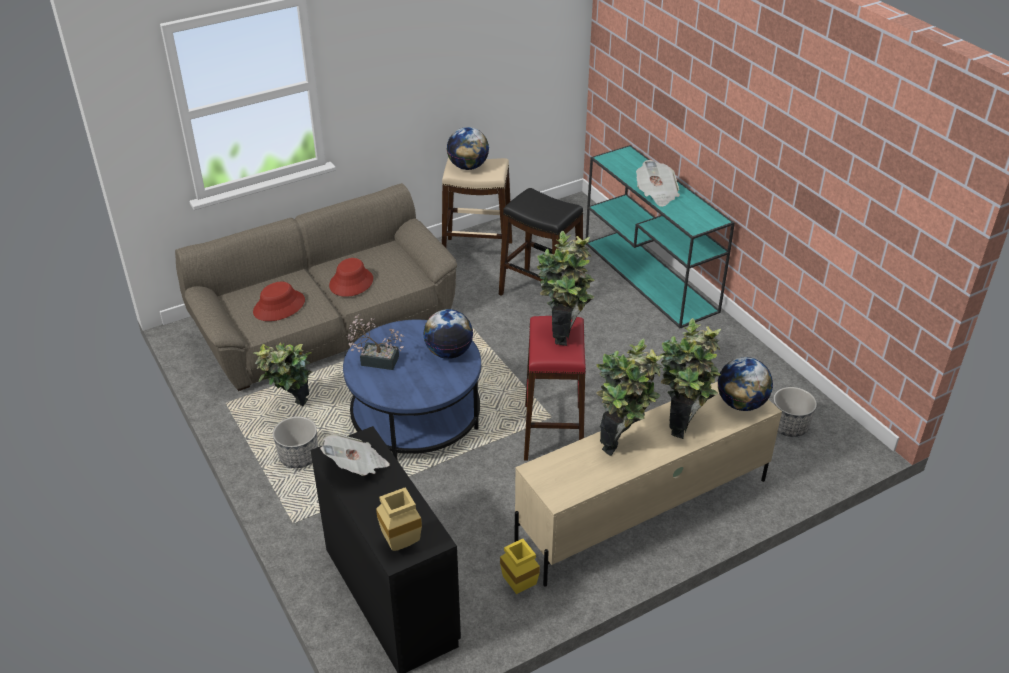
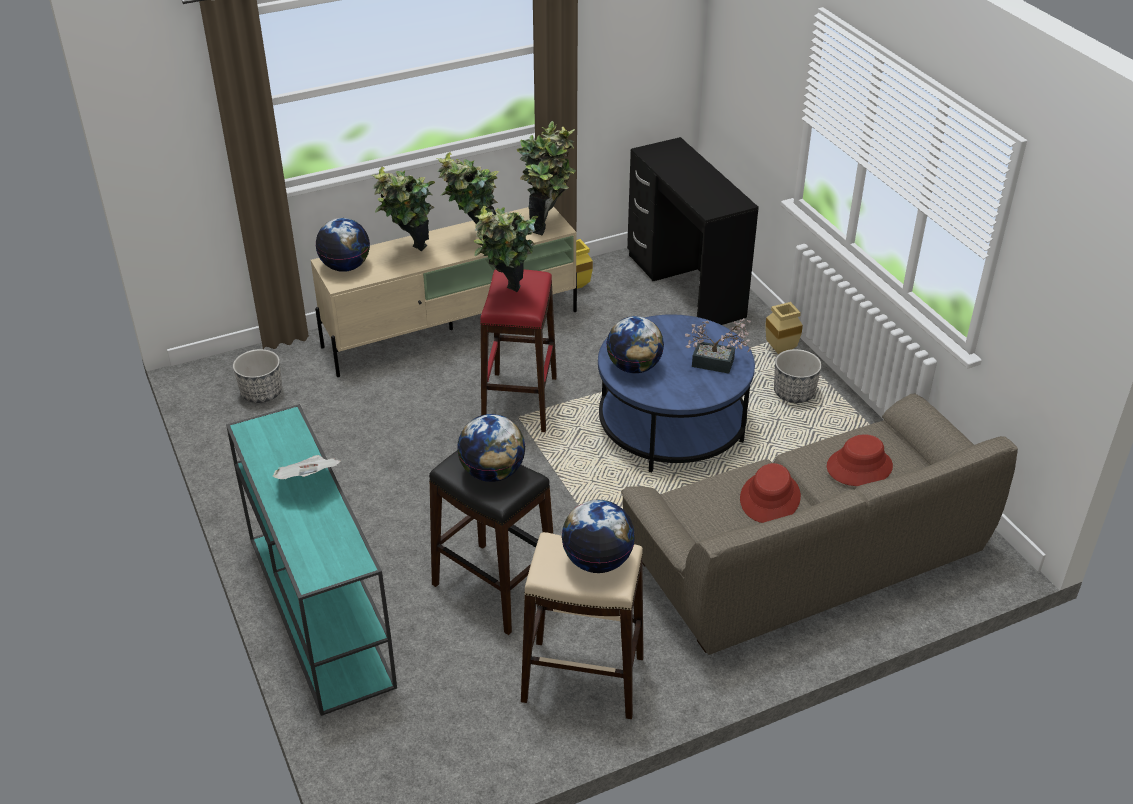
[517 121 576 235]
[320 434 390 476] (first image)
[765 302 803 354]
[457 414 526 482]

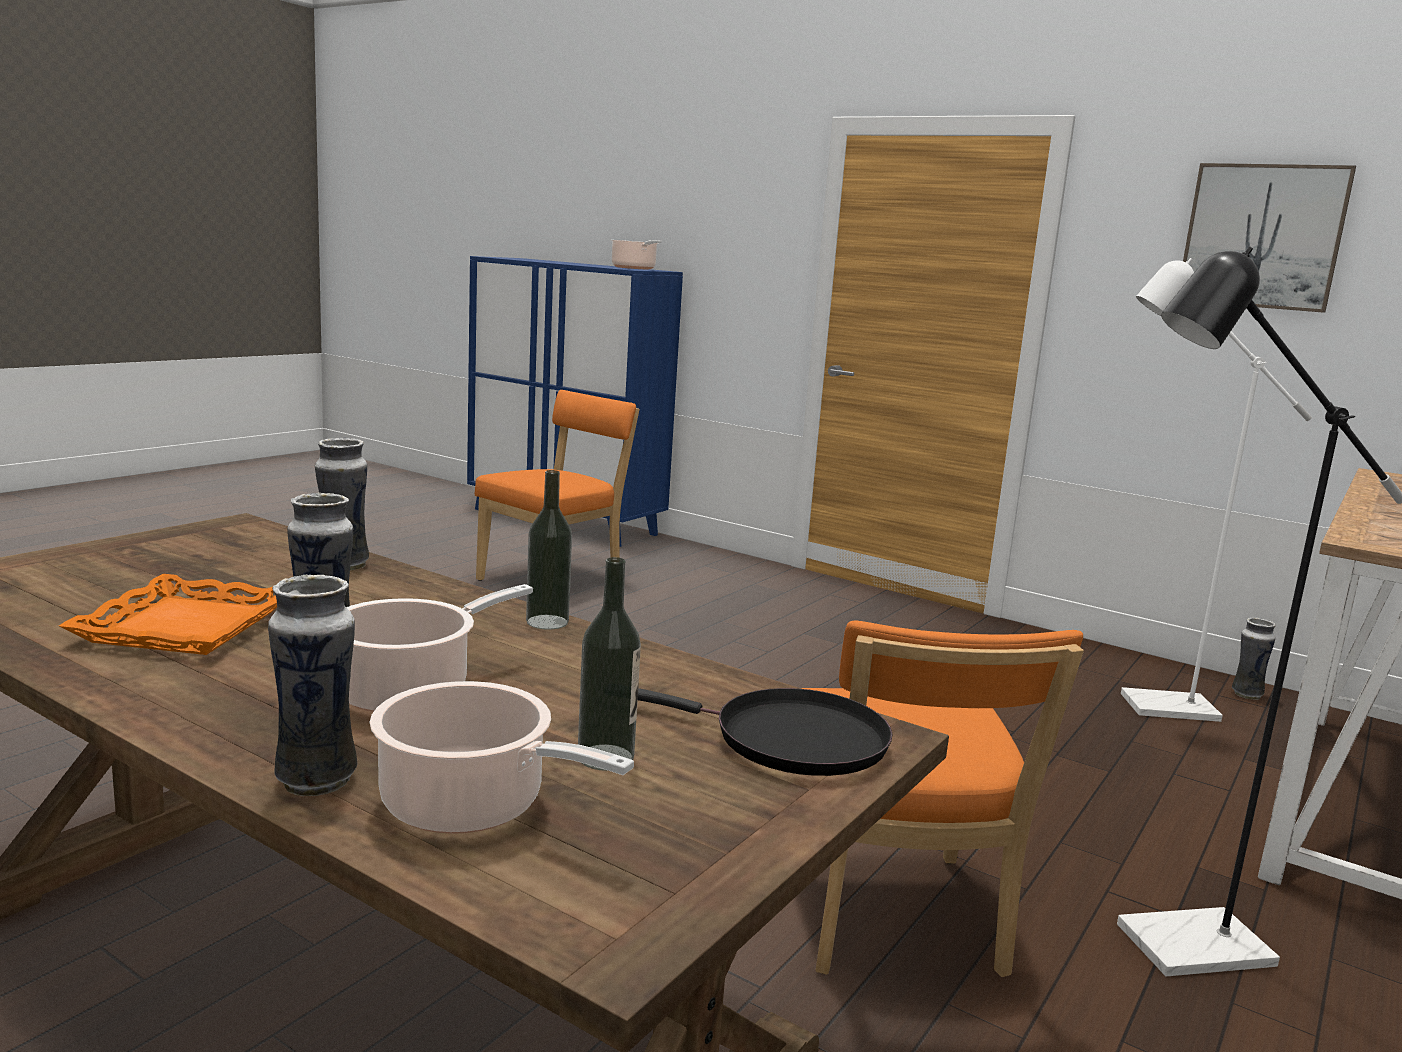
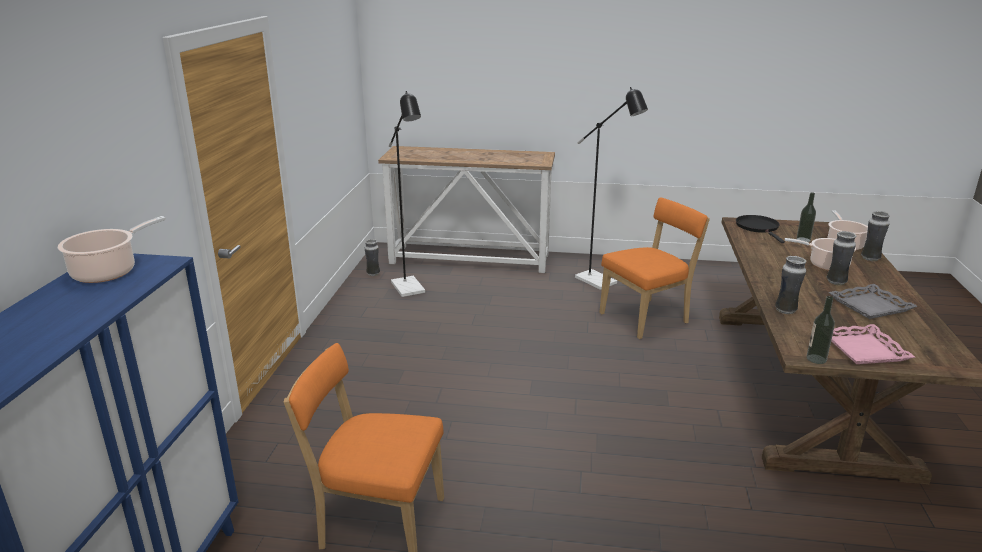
[1183 163 1356 313] (first image)
[389 91 425 297]
[807 296 835 364]
[828 284 918 319]
[831 324 915 364]

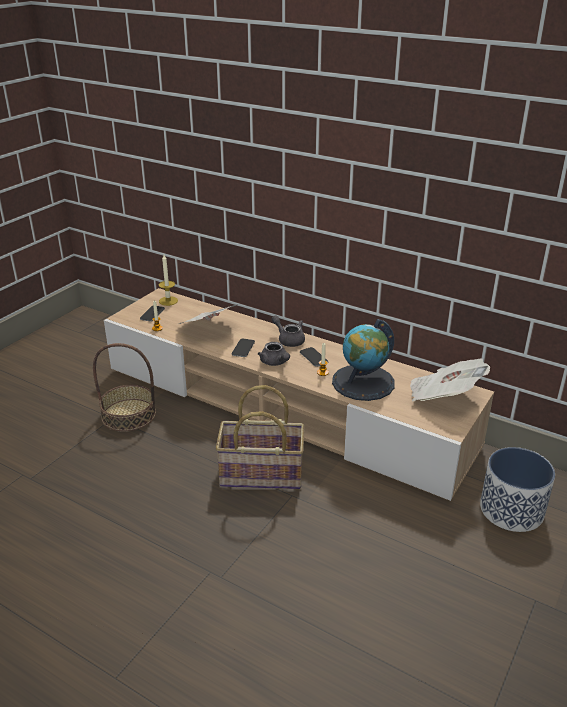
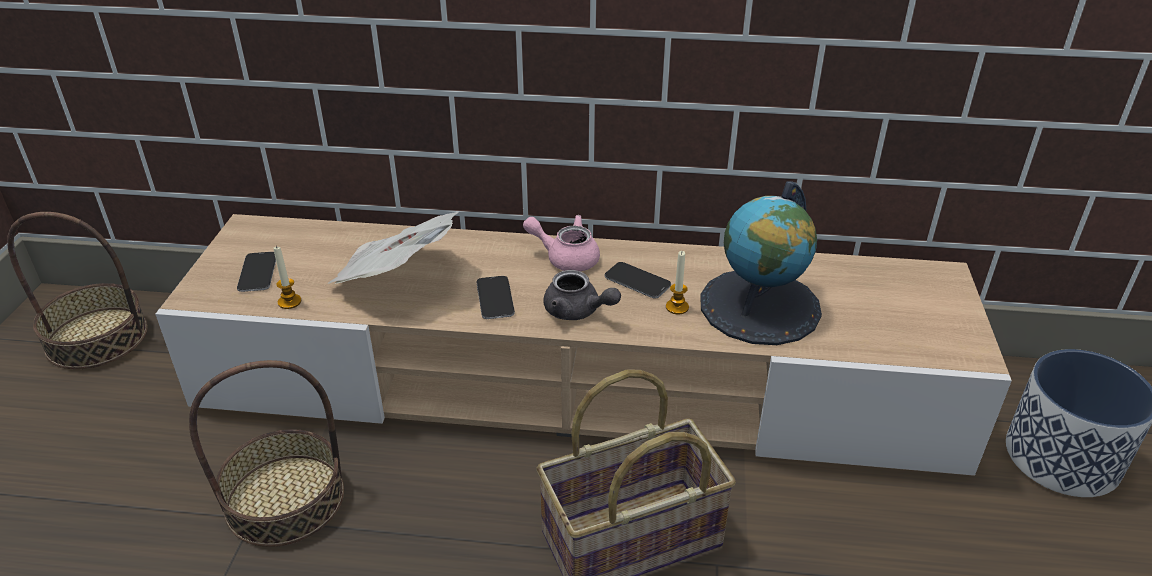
[159 255 178 306] (first image)
[523 215 600 271]
[410 359 490 401] (first image)
[7 212 148 369]

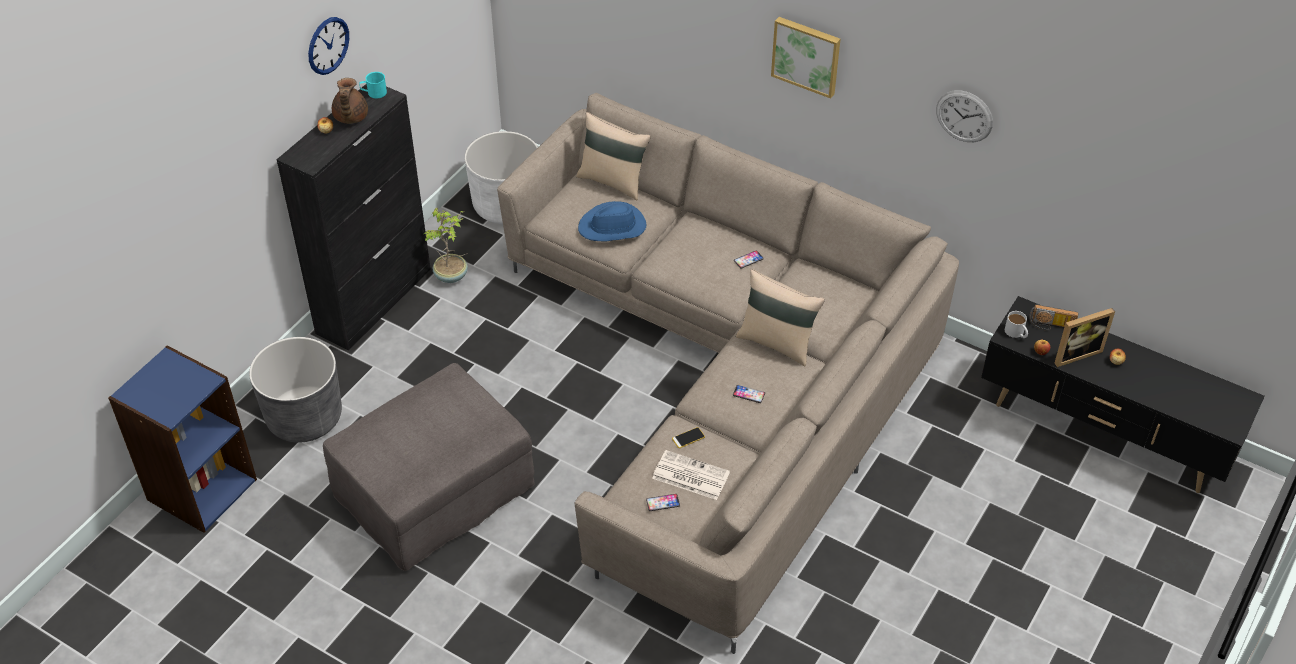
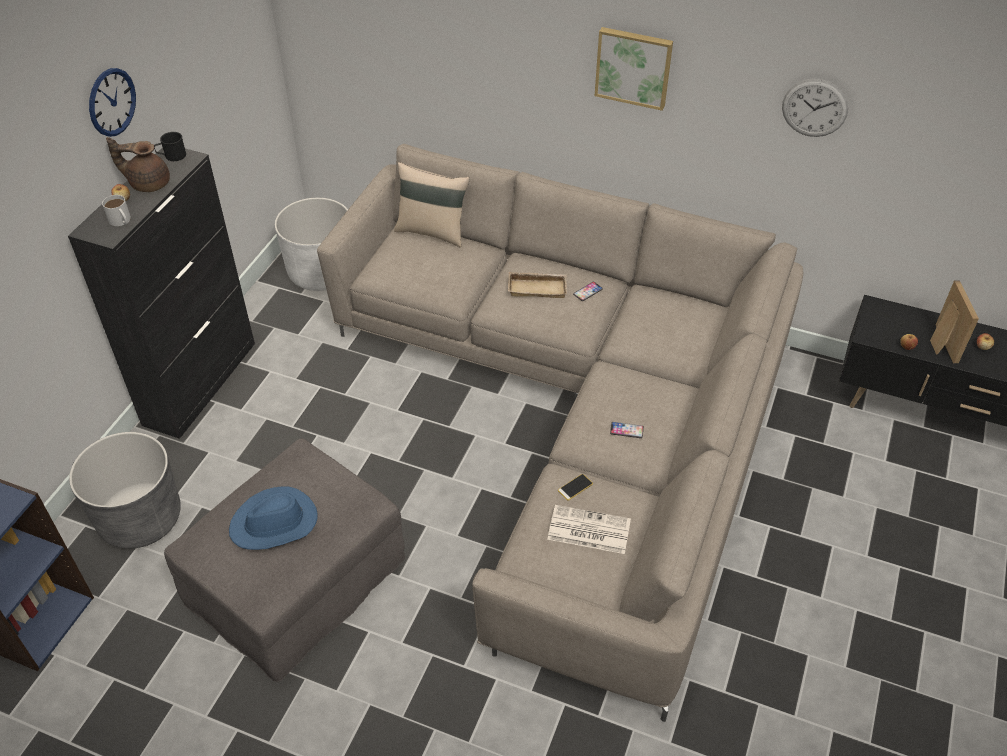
[154 132 186 161]
[106 137 170 192]
[229 487 318 550]
[424 207 468 283] (first image)
[736 269 825 367] (first image)
[1029 305 1078 331] (first image)
[930 280 979 363]
[102 195 131 226]
[646 494 680 511] (first image)
[508 272 567 298]

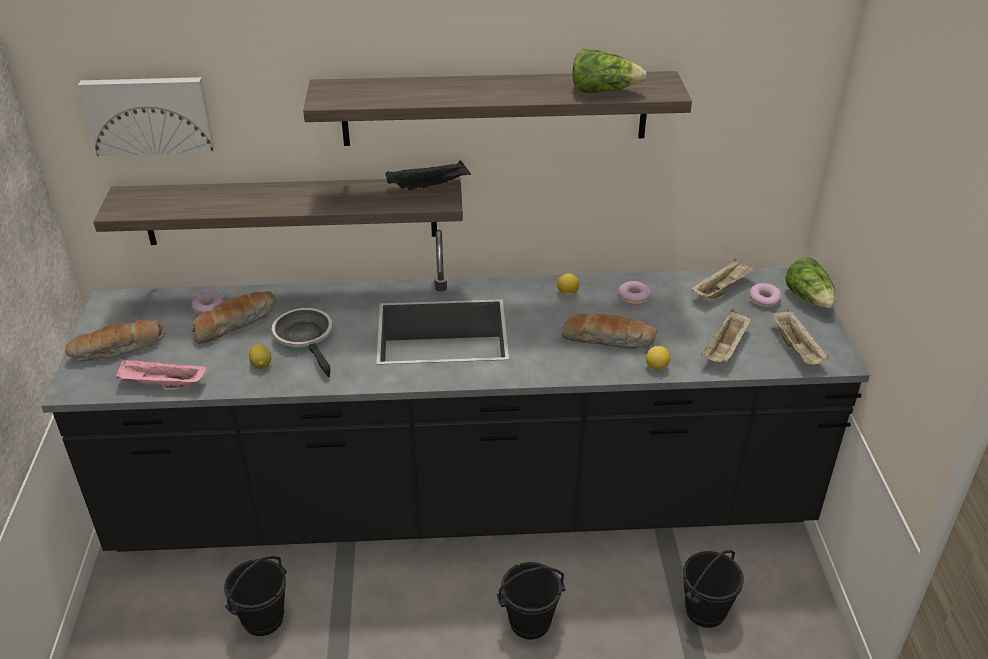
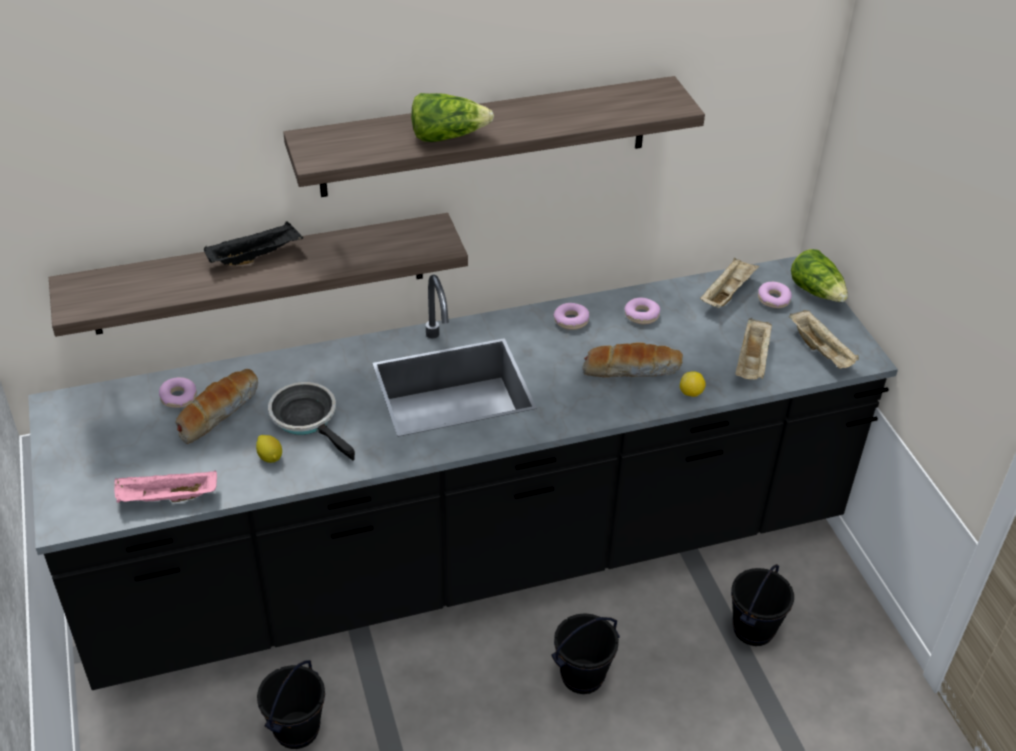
[411 93 494 142]
[78 77 215 156] (first image)
[204 221 303 266]
[553 303 589 330]
[65 319 165 361] (first image)

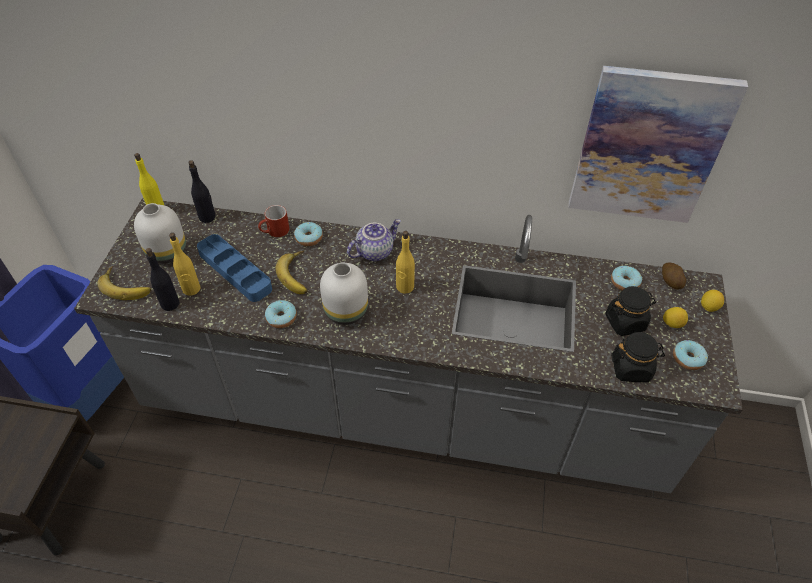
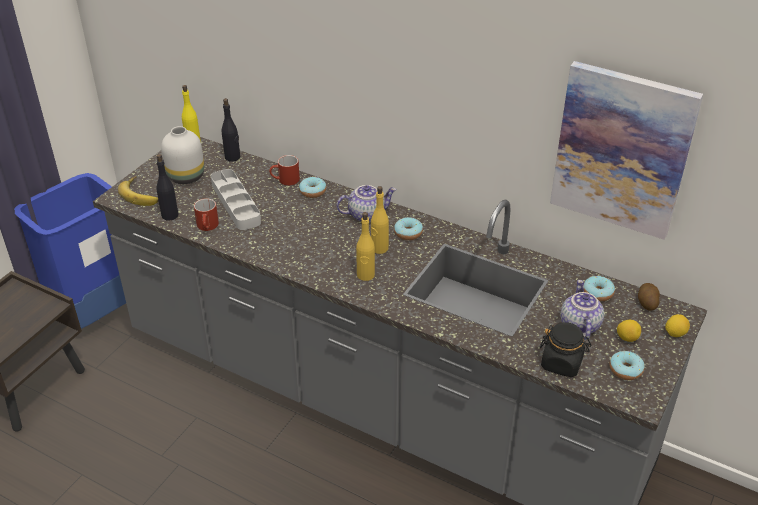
[356 212 375 281]
[211 169 261 230]
[276 251 307 294] (first image)
[320 263 368 325] (first image)
[561 280 604 340]
[394 217 423 240]
[194 198 219 231]

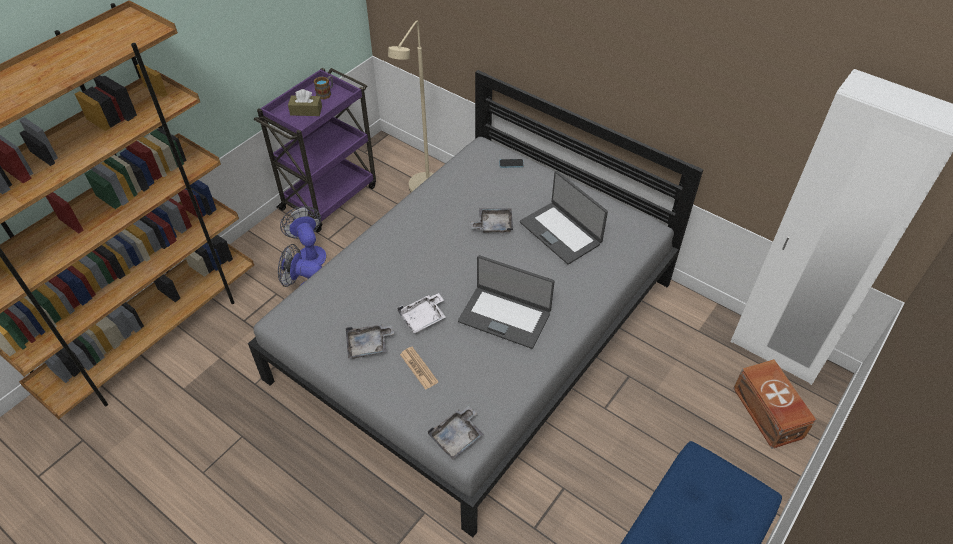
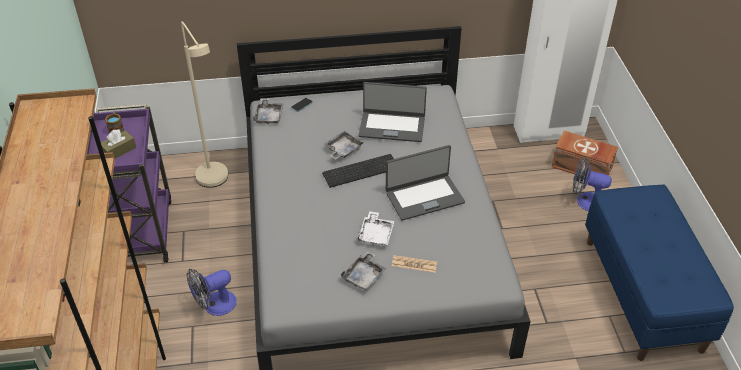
[573 157 612 211]
[253 98 283 124]
[322 154 394 188]

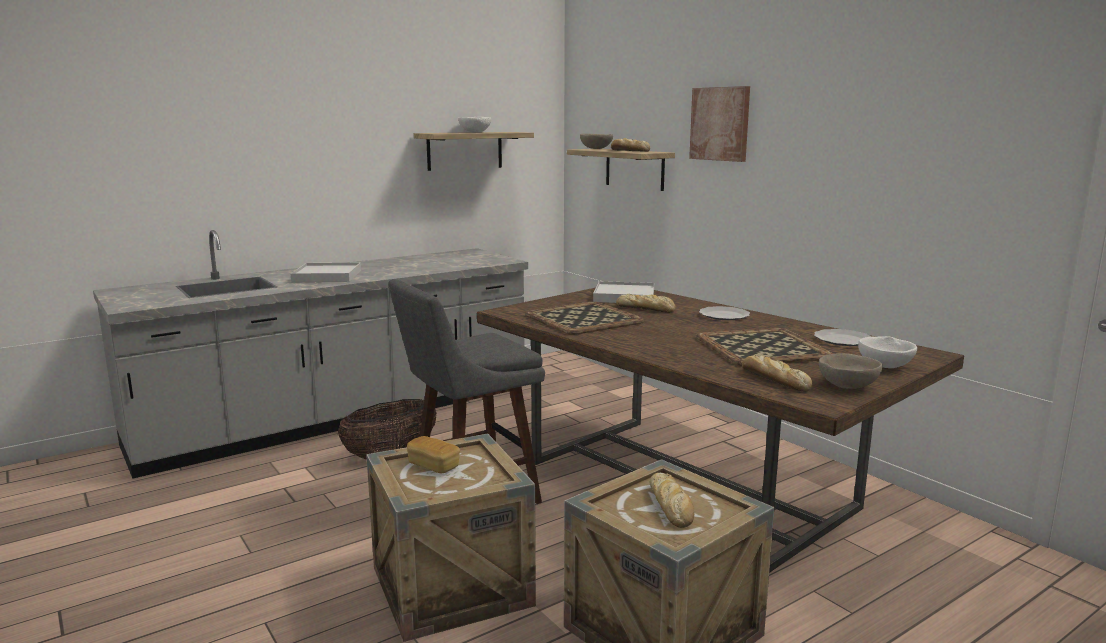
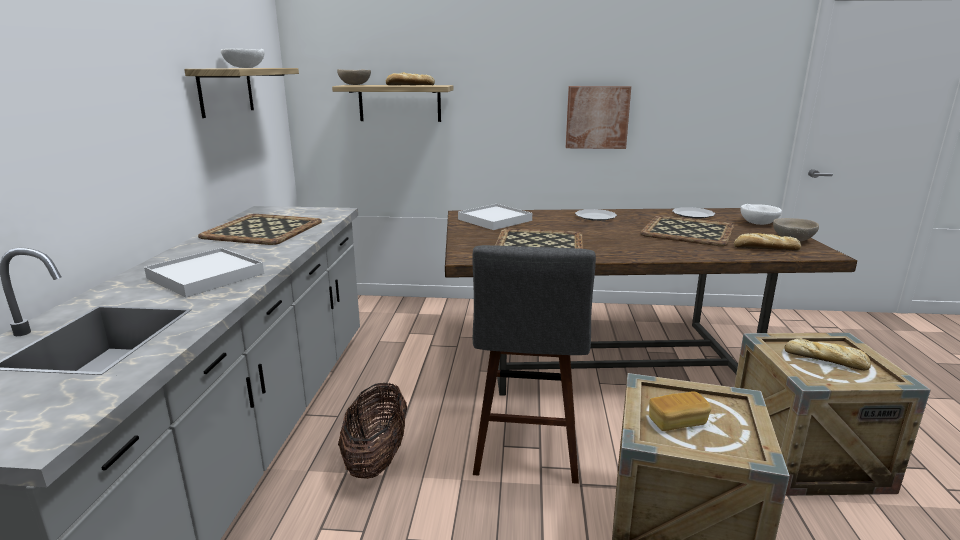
[566 86 631 149]
[616 294 675 313] (first image)
[198 214 322 245]

